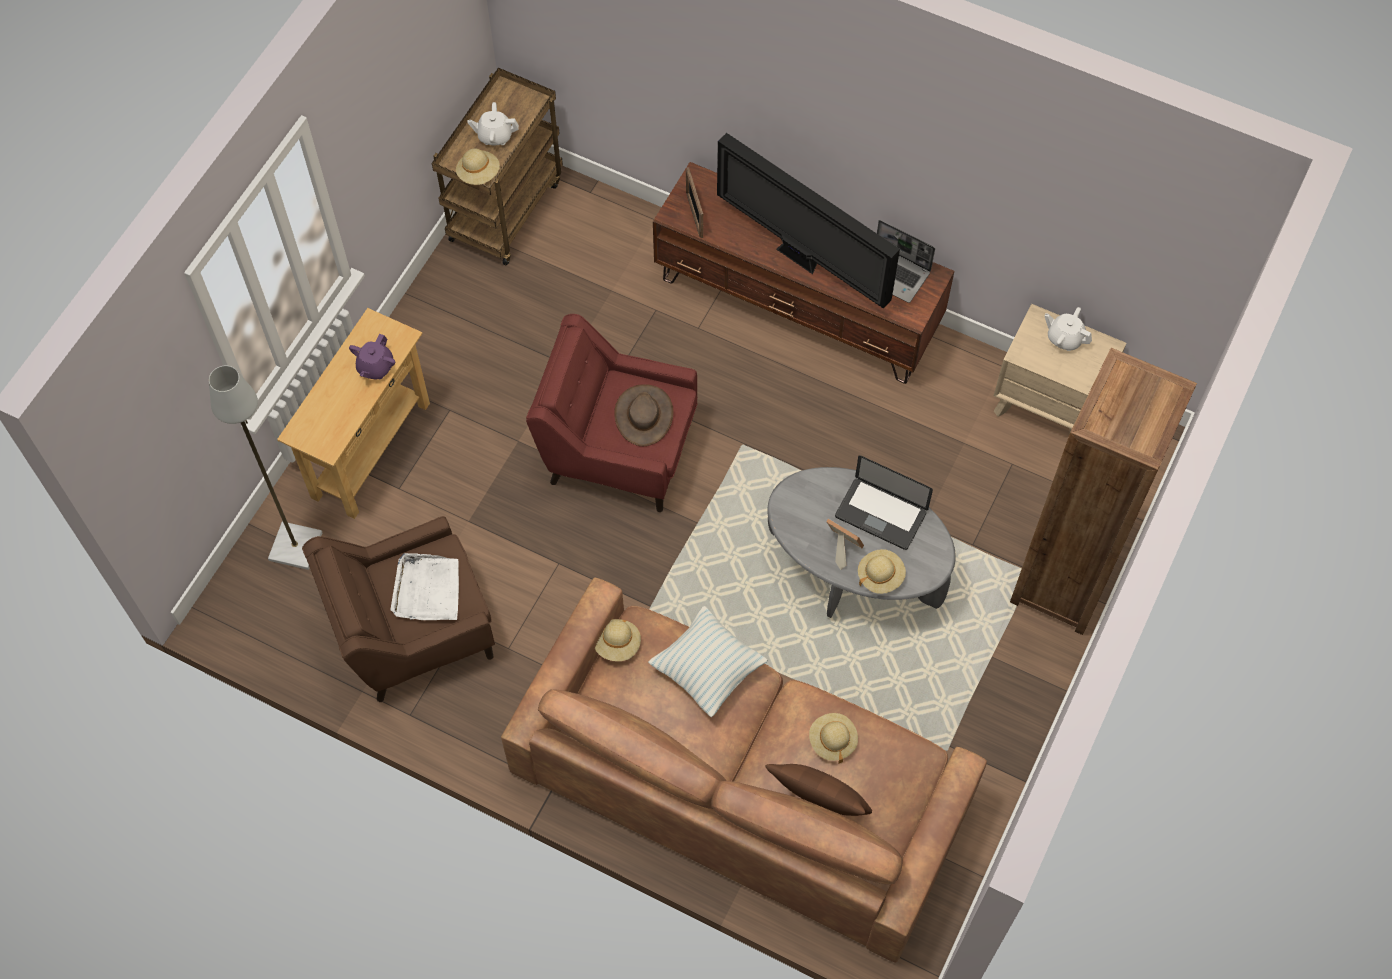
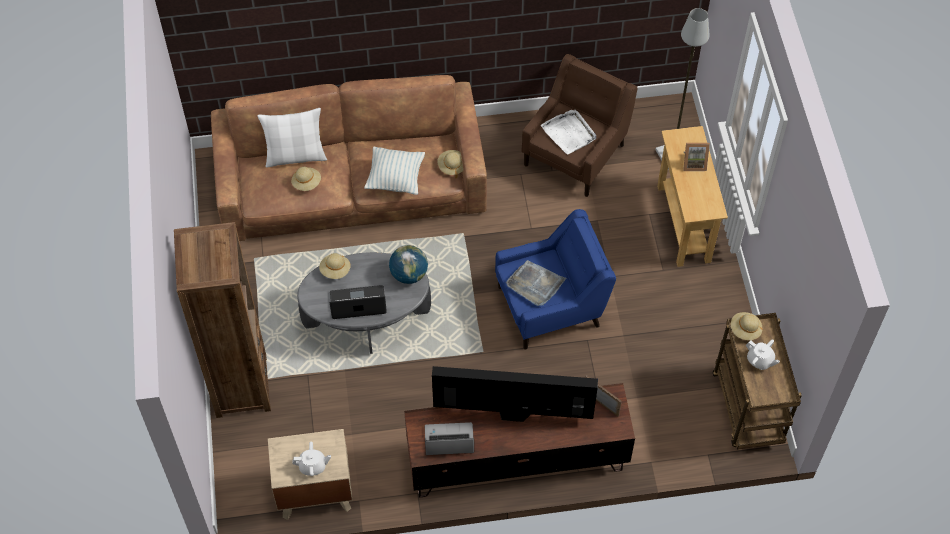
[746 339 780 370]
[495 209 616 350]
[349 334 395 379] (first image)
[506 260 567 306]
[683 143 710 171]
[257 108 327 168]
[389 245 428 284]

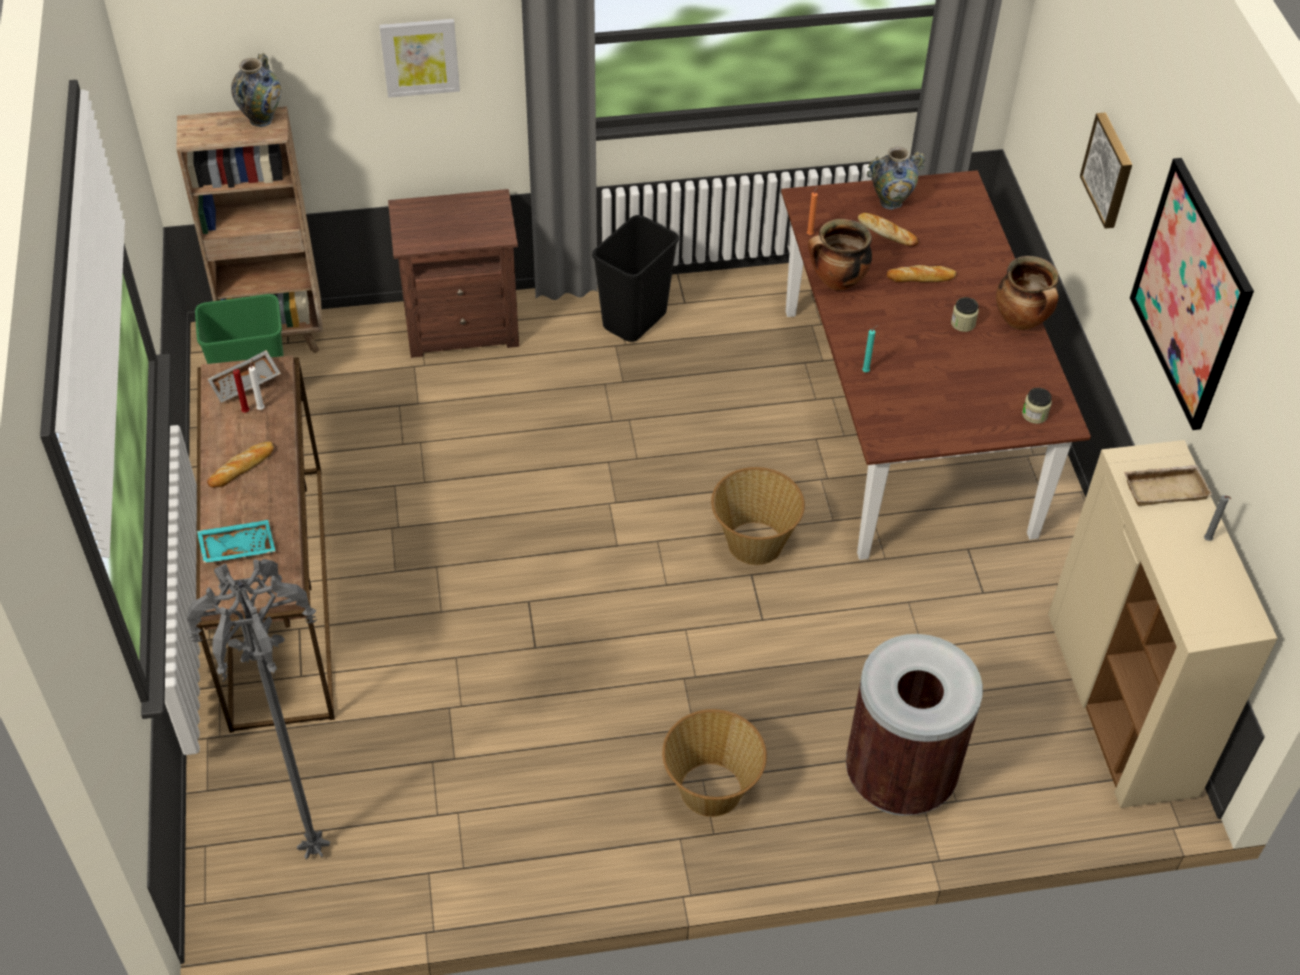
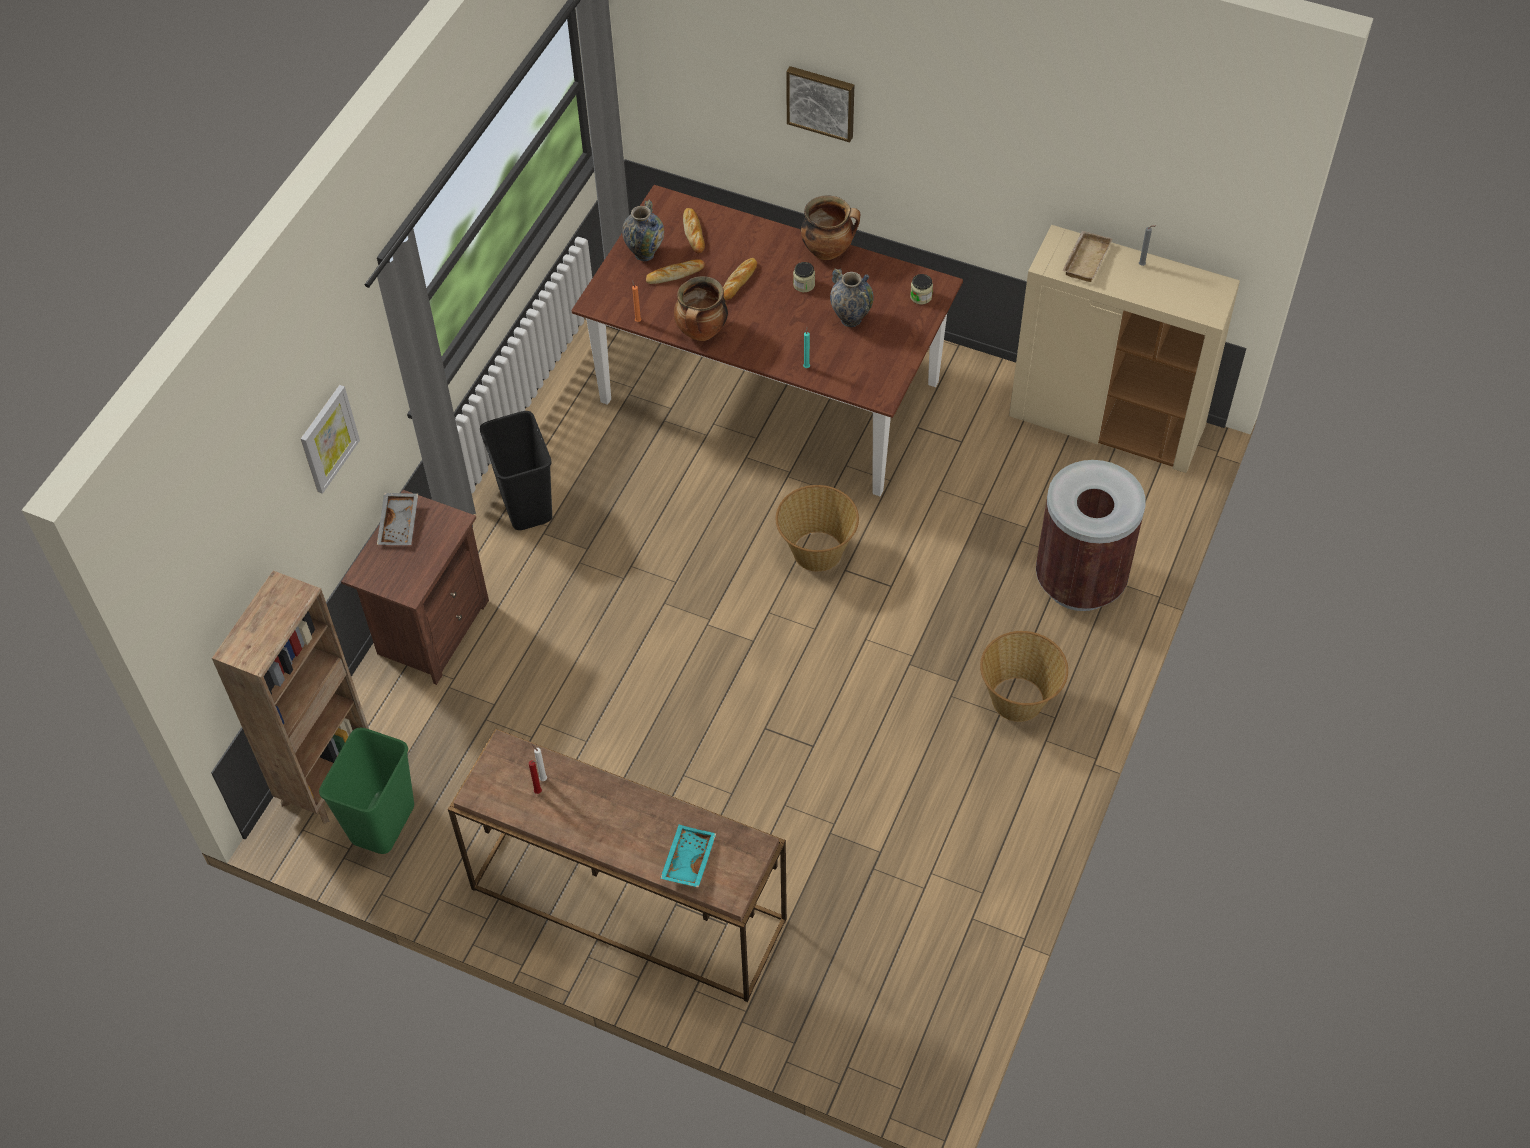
[830 268 874 327]
[1130 158 1254 430] (first image)
[377 493 418 545]
[683 208 705 253]
[187 559 330 859] (first image)

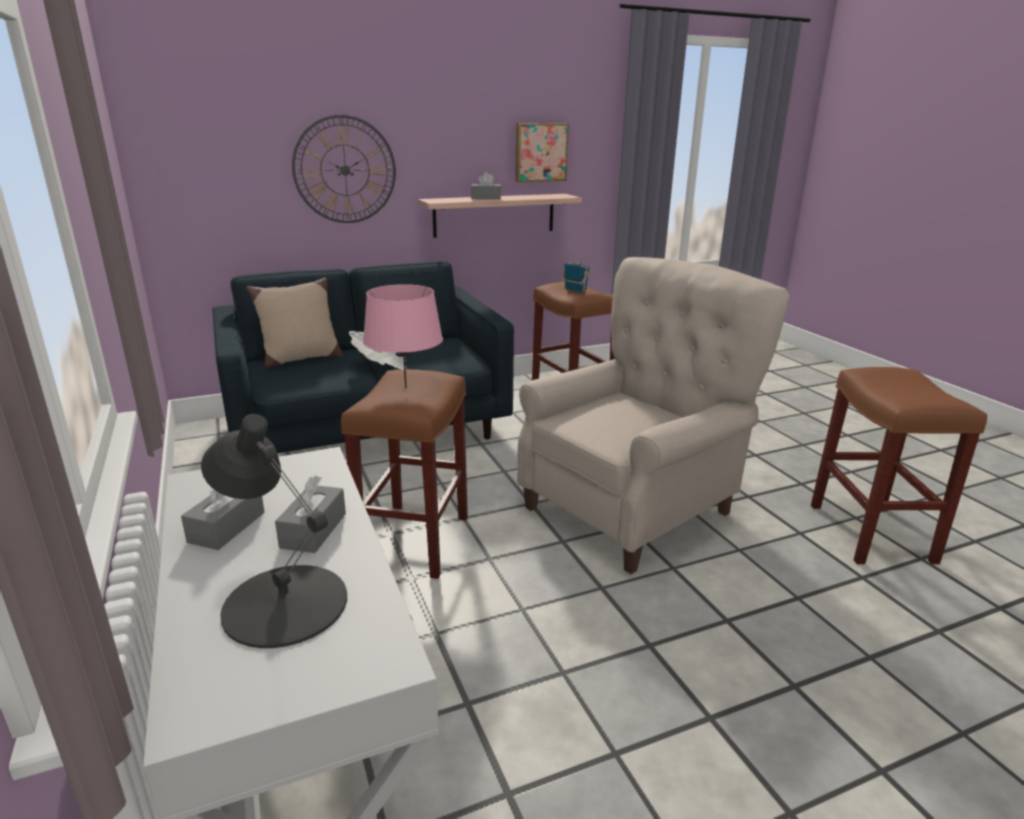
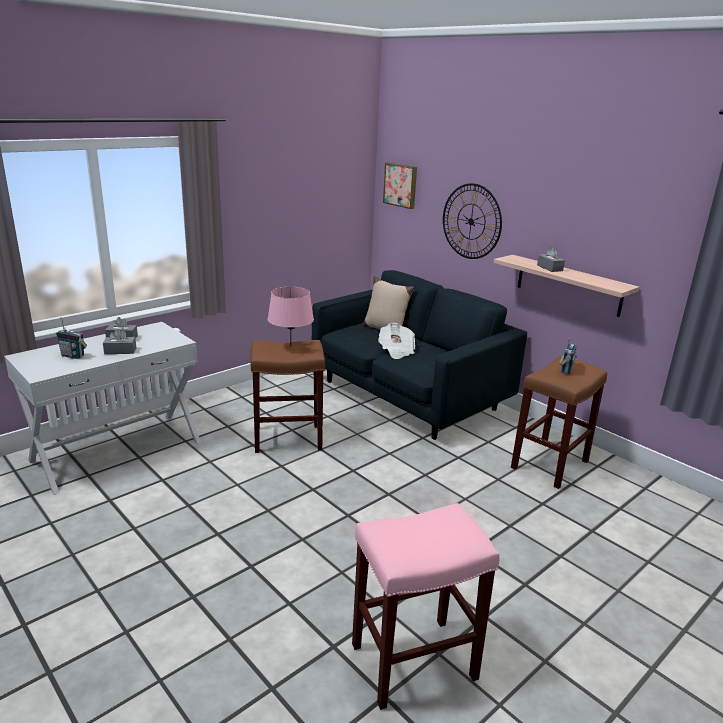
[383 163 417 209]
[517 257 790 574] (first image)
[352 503 500 710]
[56 317 87 359]

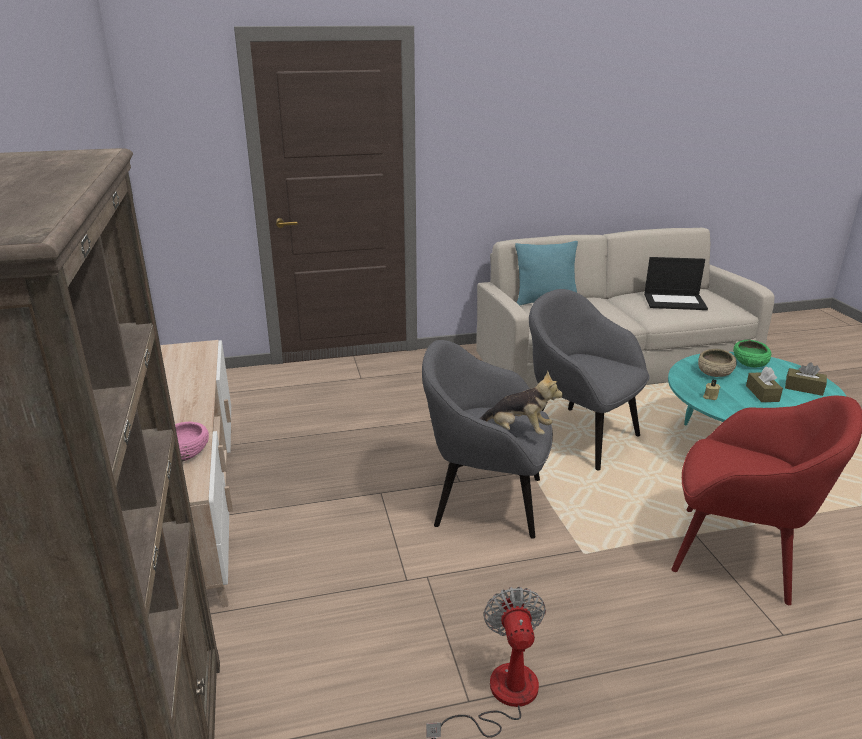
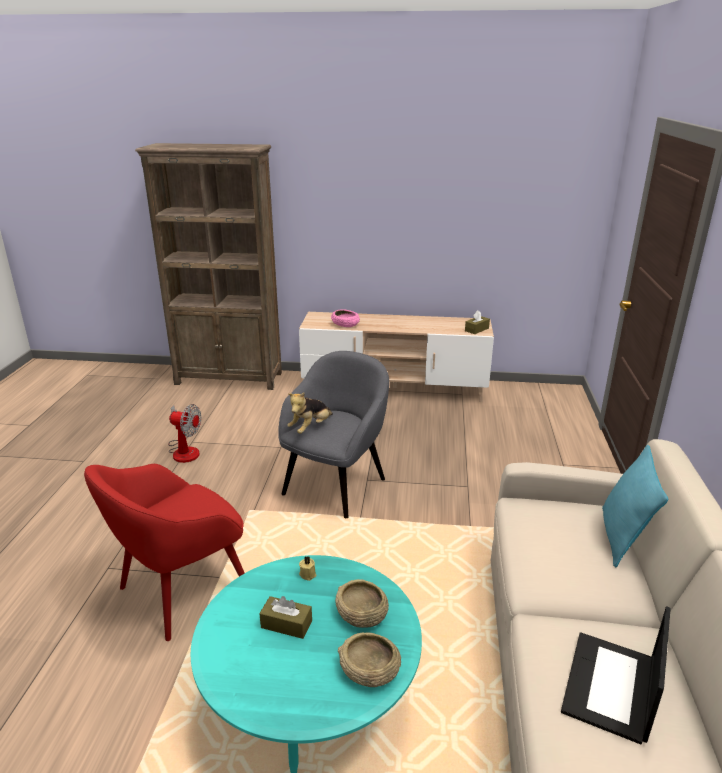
[529 289 650 470] (first image)
[338 633 401 687]
[465 311 490 334]

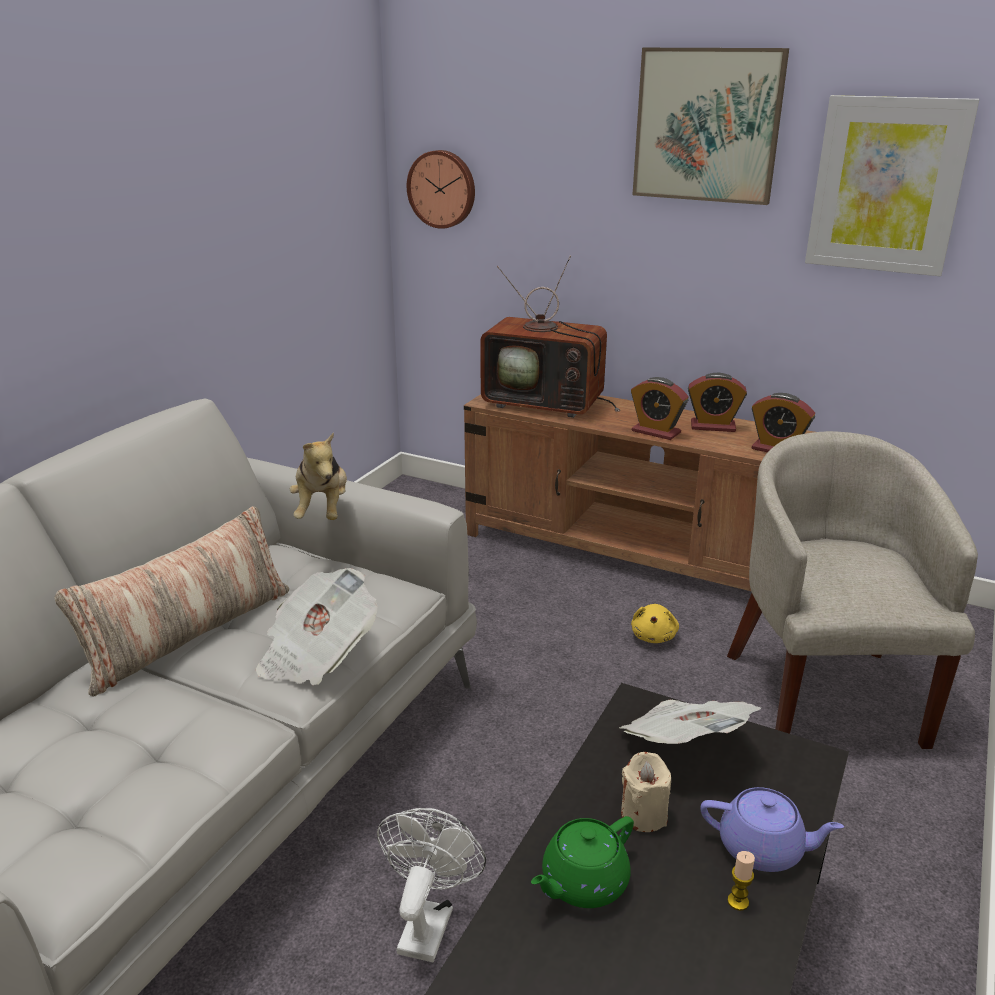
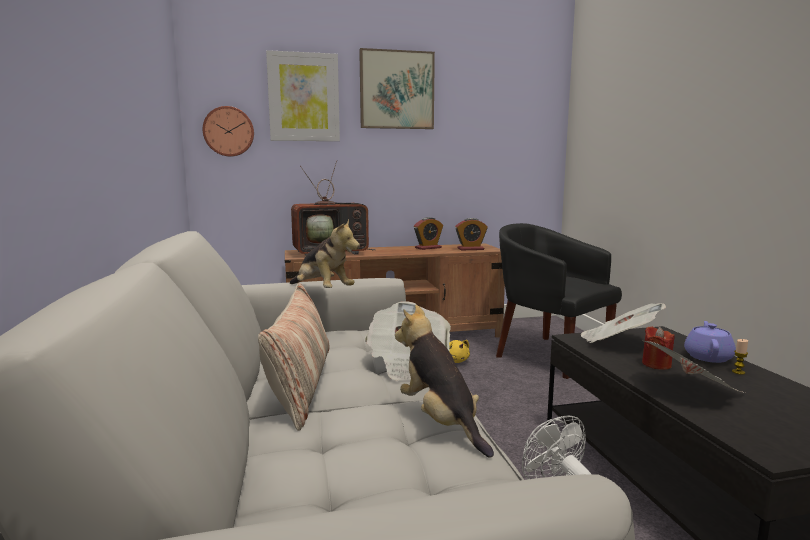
[266 50 340 141]
[631 377 689 440] (first image)
[496 223 622 379]
[642 327 675 370]
[684 321 736 363]
[644 341 745 393]
[395 305 494 458]

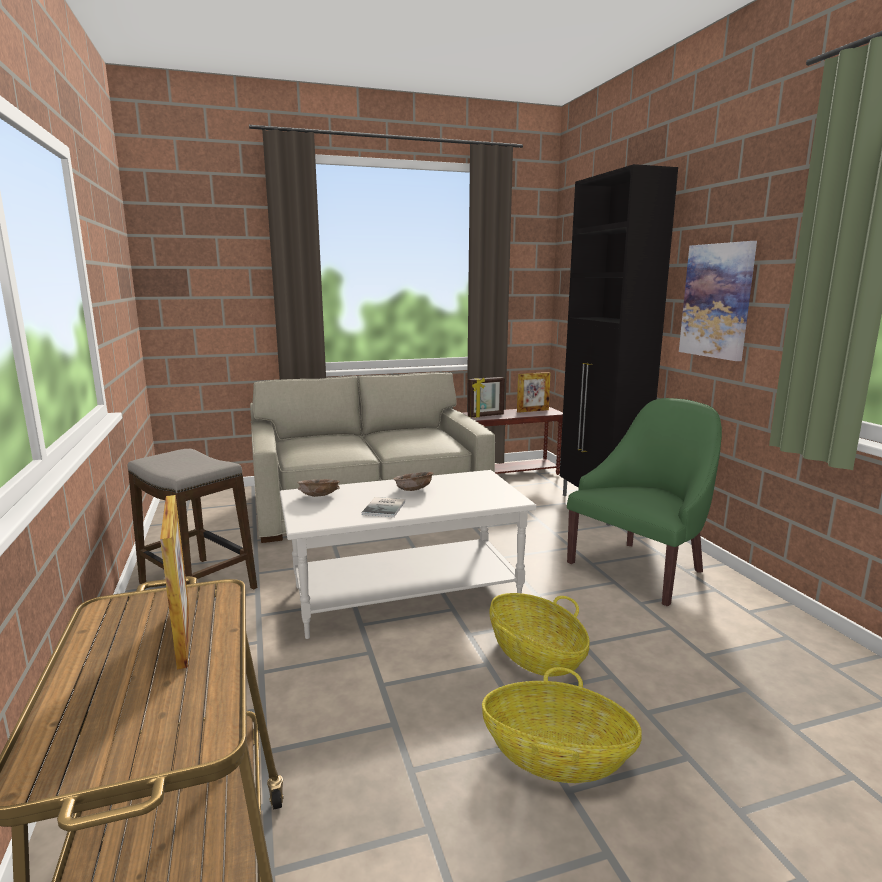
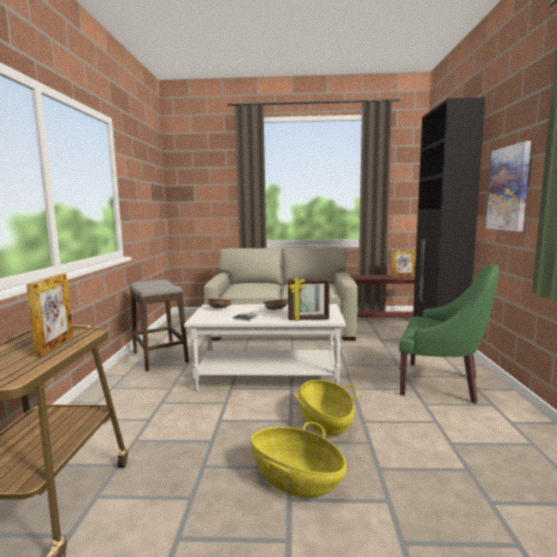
[288 278 330 321]
[399 264 499 404]

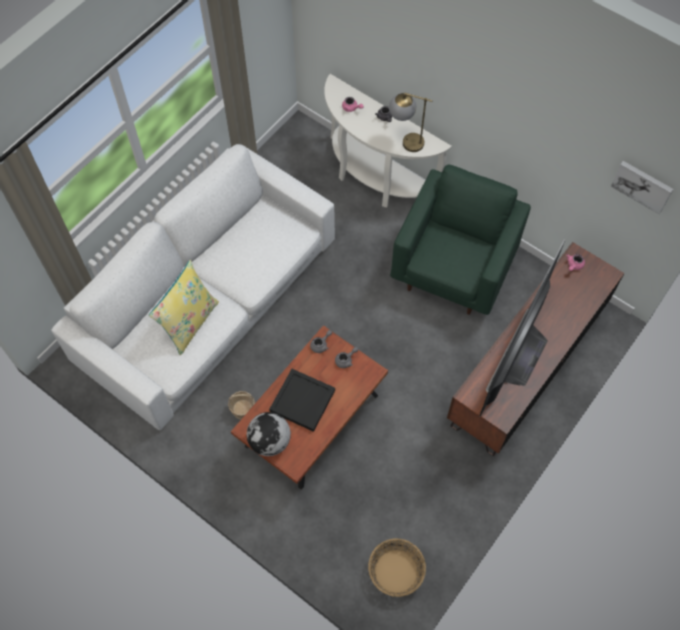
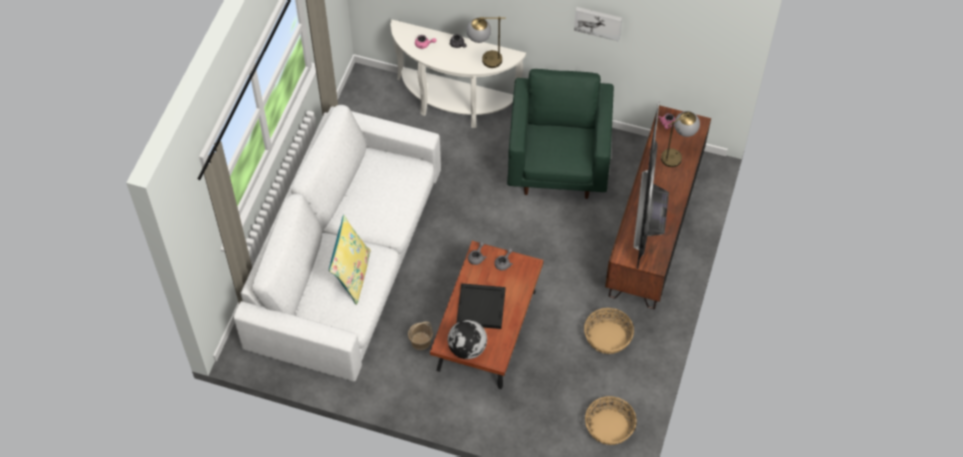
[574 7 622 42]
[661 111 700 167]
[584 308 634 354]

